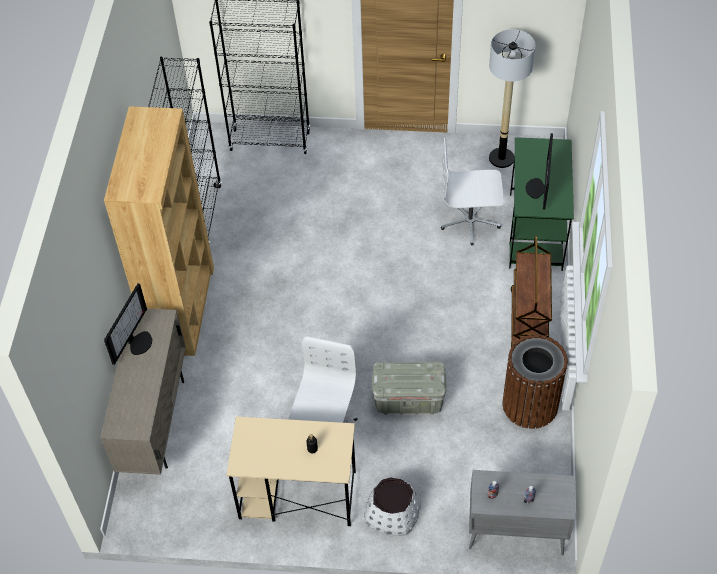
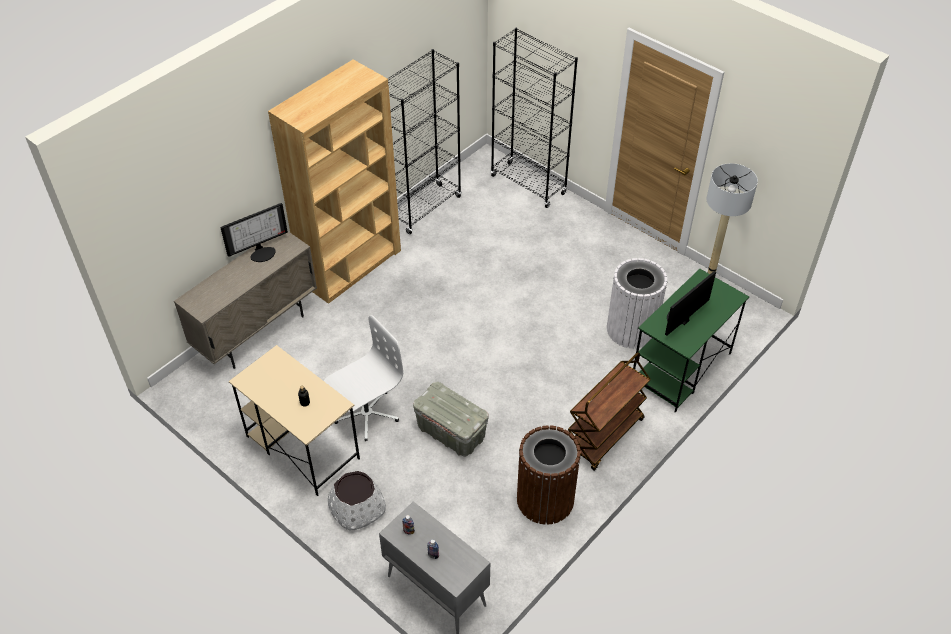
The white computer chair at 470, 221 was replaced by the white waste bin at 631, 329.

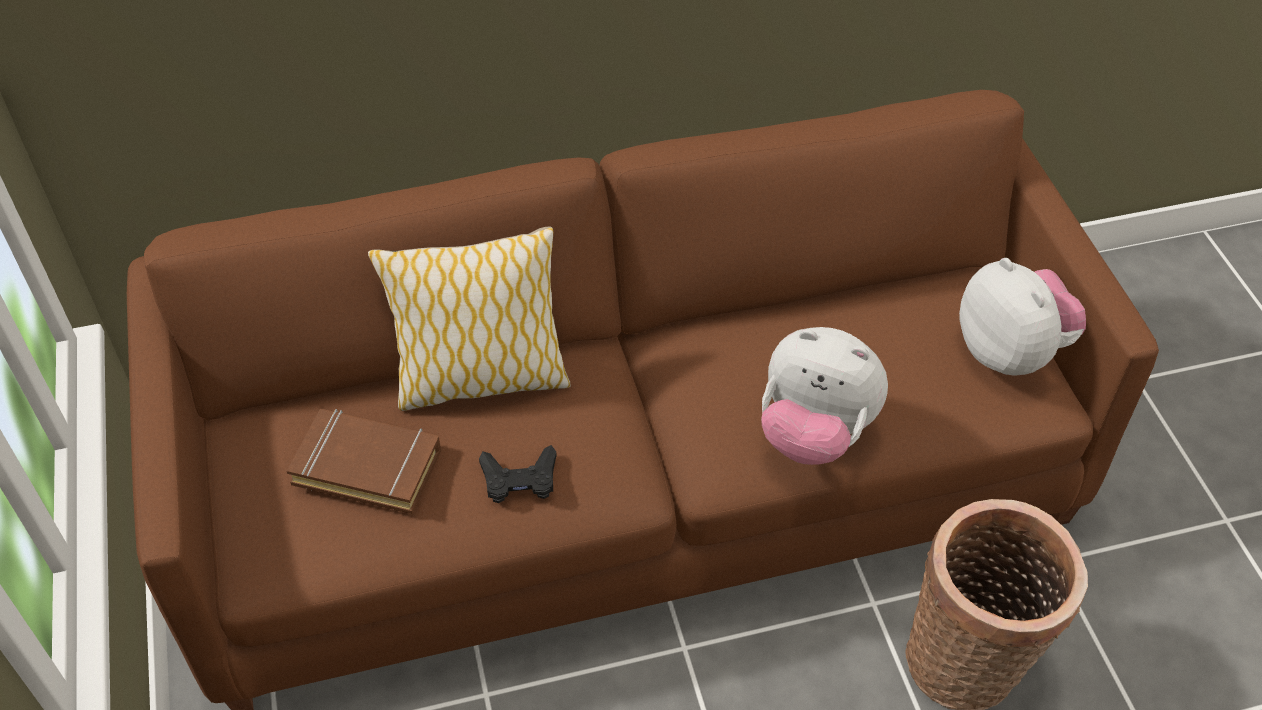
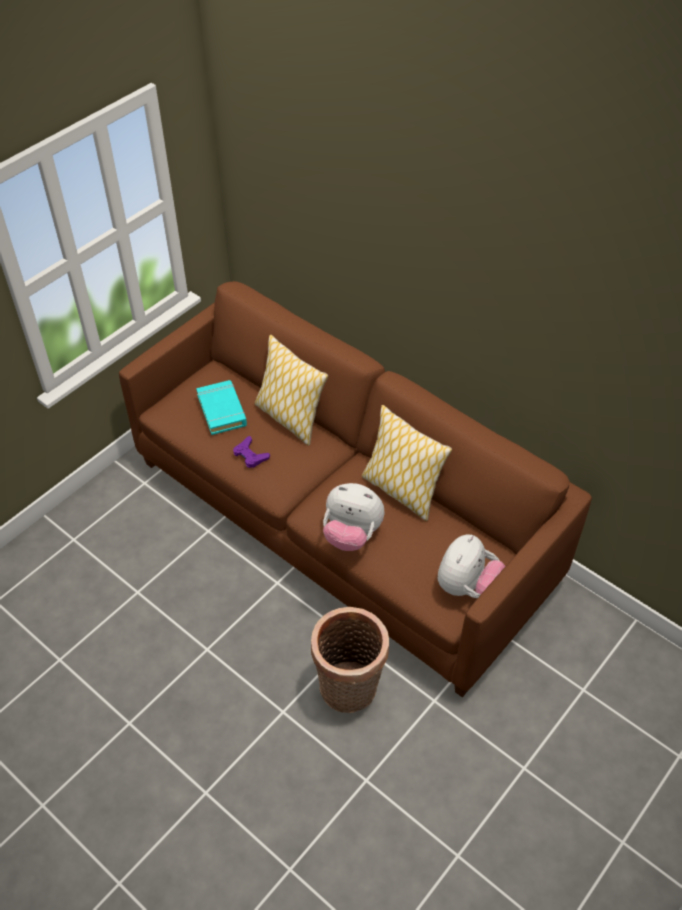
The brown-coloured volume at 368, 466 became the turquoise-coloured volume at 222, 410.
The black-coloured joypad at 519, 479 became the purple-coloured joypad at 250, 455.
The cuddly toy at 814, 433 turned 60 degrees counterclockwise.
The cushion at 401, 490 appeared.

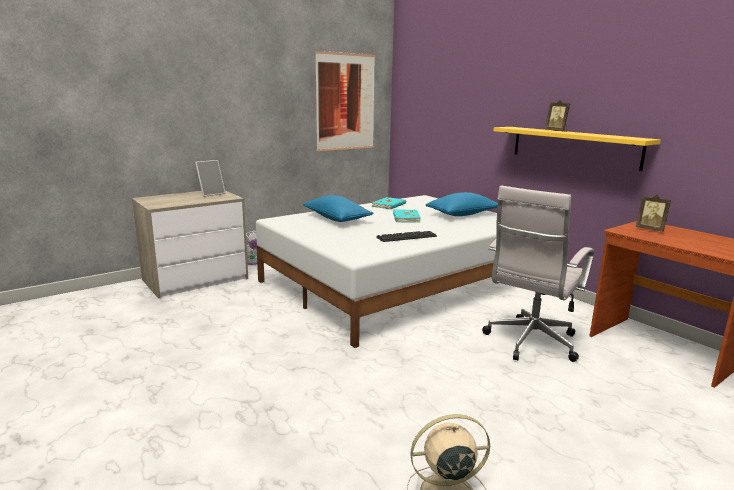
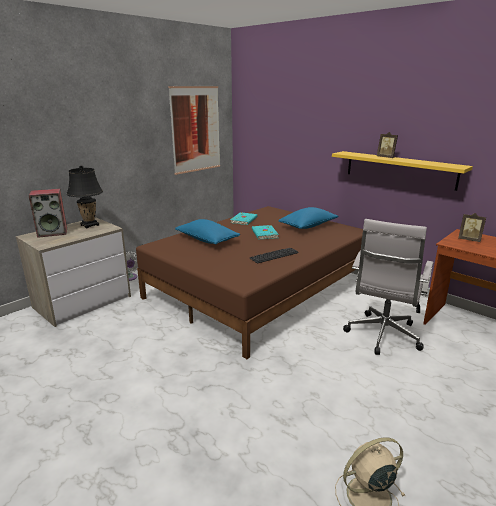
The standing frame at 211, 194 was replaced by the black-coloured lamp for a table at 90, 225.
The white sleeping bed at 396, 283 became the brown-coloured sleeping bed at 259, 288.
The audio speaker at 53, 232 appeared.

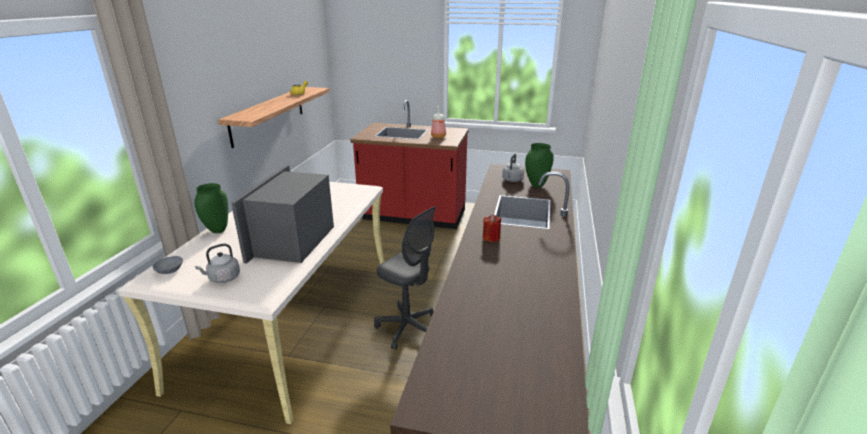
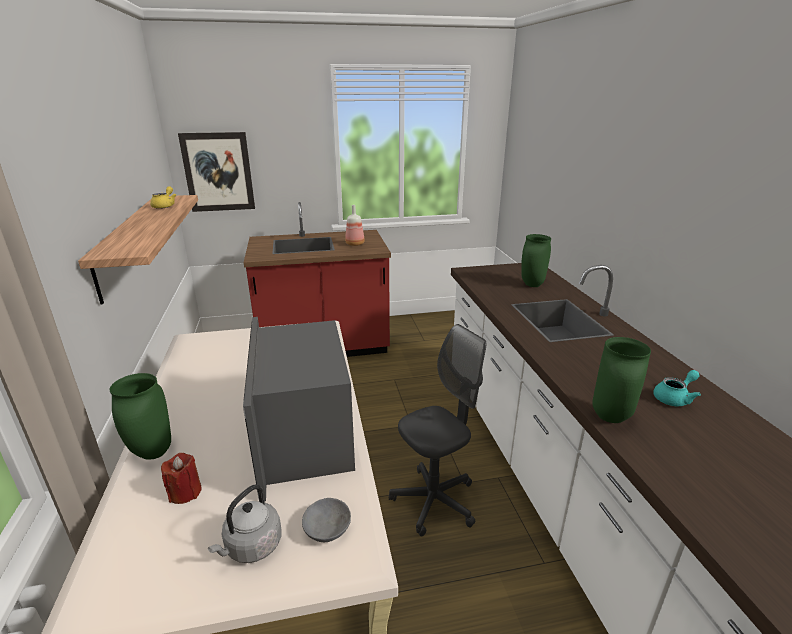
The grey deep dish moved from 169, 269 to 326, 528.
The grey computer chair at 408, 328 turned 45 degrees counterclockwise.
The red candle moved from 491, 238 to 185, 492.
The grey tea kettle at 512, 180 disappeared.
The wall picture at 218, 172 appeared.
The greenish vase at 609, 417 appeared.
The turquoise-coloured tea pot at 674, 398 appeared.

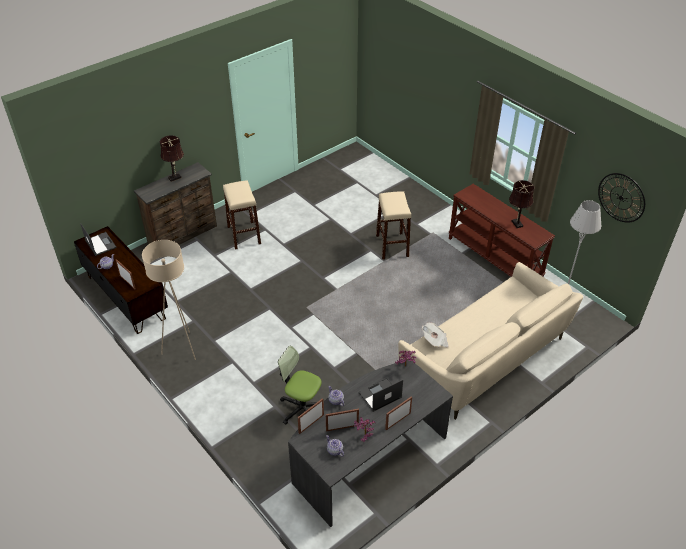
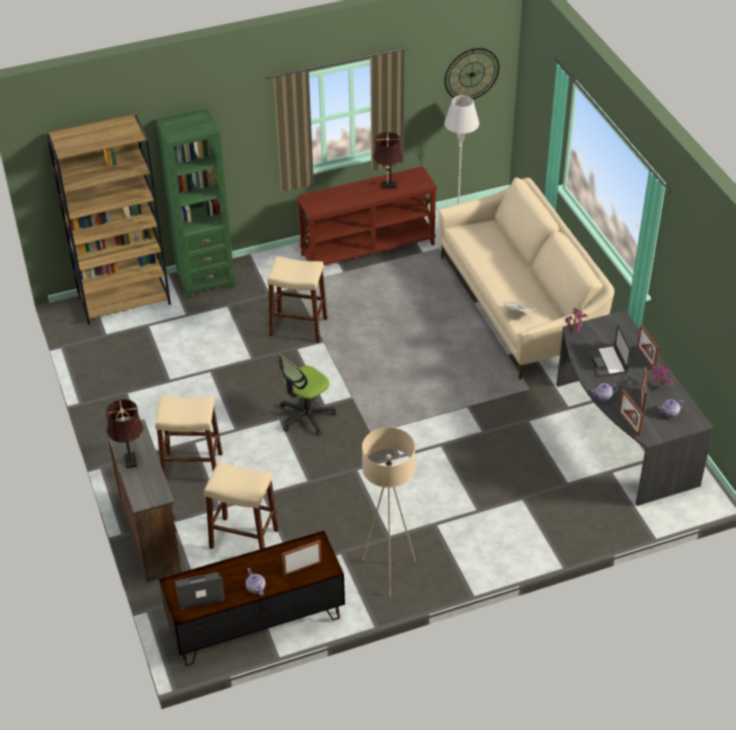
The computer chair moved from 302, 408 to 306, 416.
The brown-coloured shelving unit at 125, 300 appeared.
The greenish shelving unit at 205, 280 appeared.
The sand-coloured sitting stool at 244, 538 appeared.

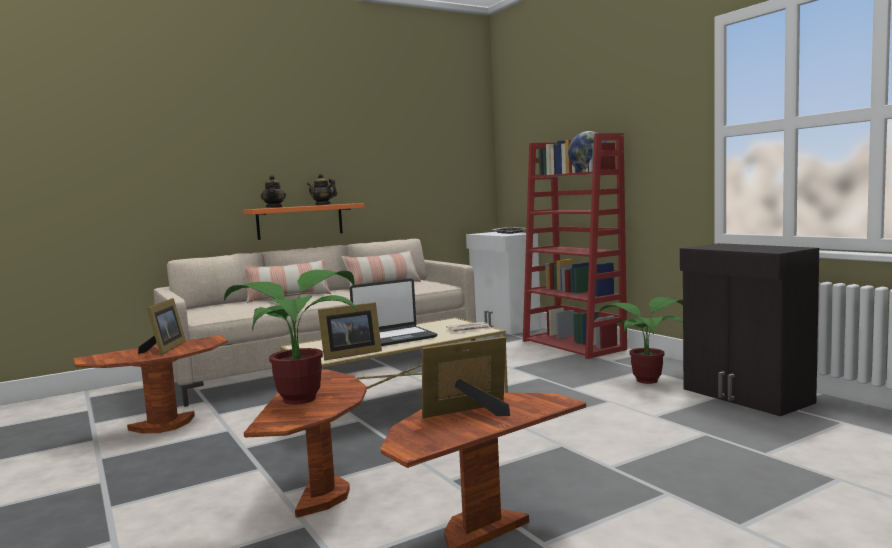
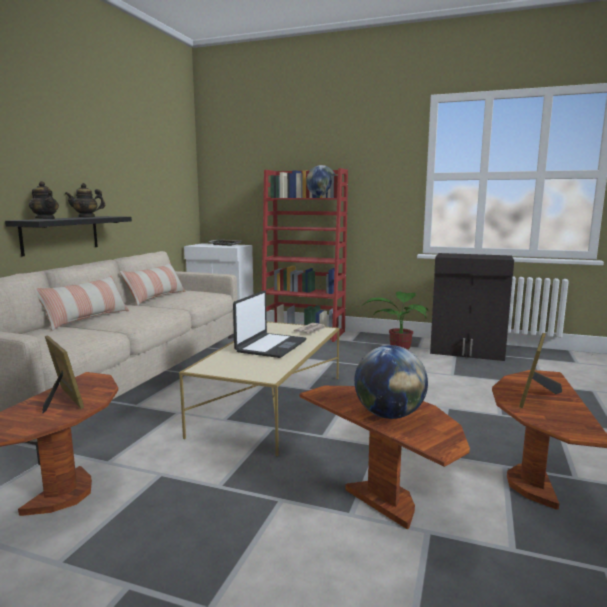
The houseplant at 303, 397 was replaced by the globe at 389, 415.
The orange bracket shelf at 300, 221 became the black-coloured bracket shelf at 60, 234.
The standing frame at 349, 354 disappeared.

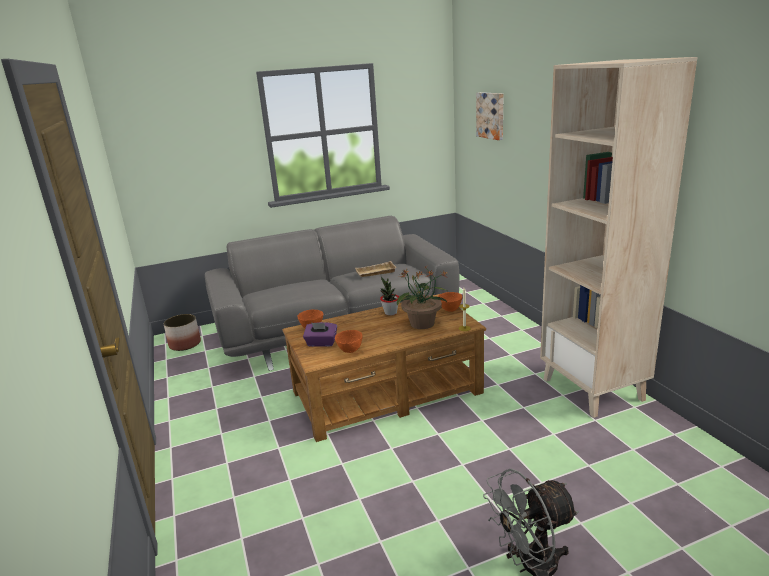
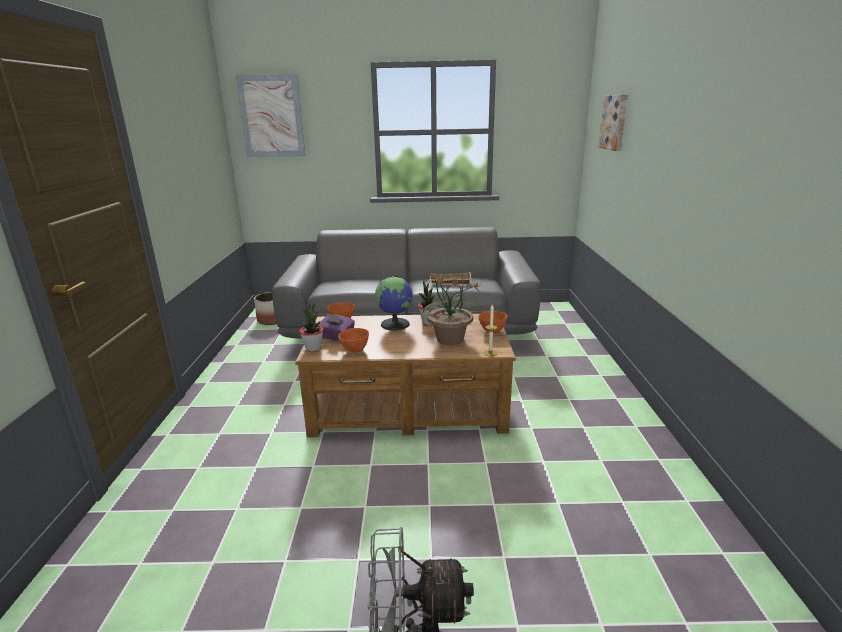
The sand-coloured shelving unit at 593, 389 disappeared.
The wall picture at 271, 116 appeared.
The houseplant at 313, 348 appeared.
The globe at 395, 324 appeared.

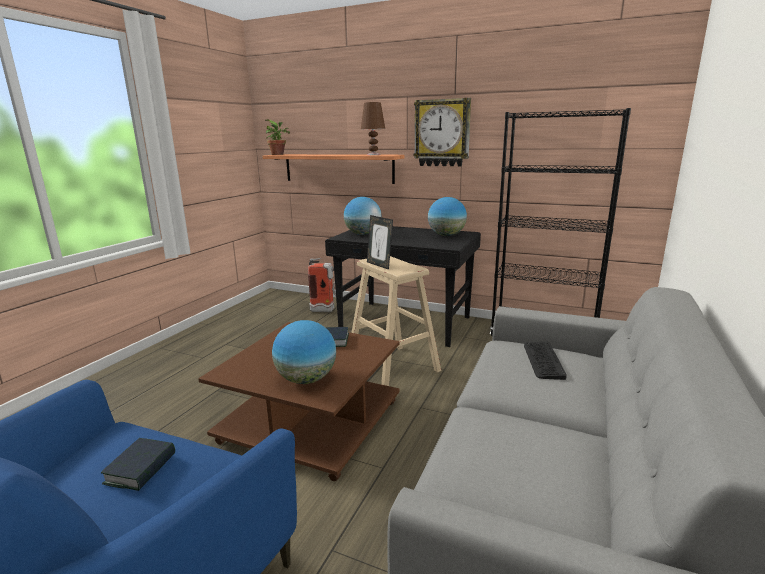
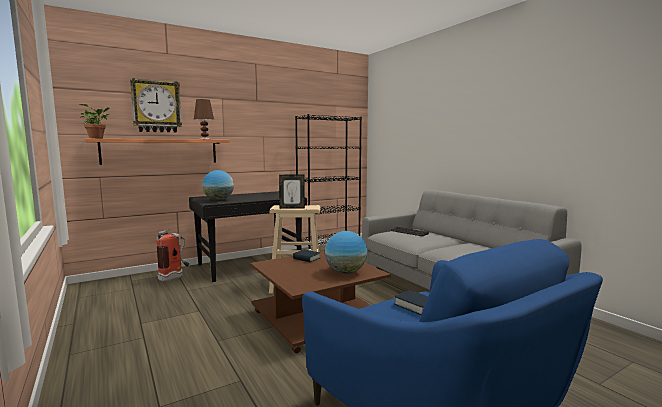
The hanging clock moved from 442, 133 to 156, 106.
The globe at 446, 235 disappeared.

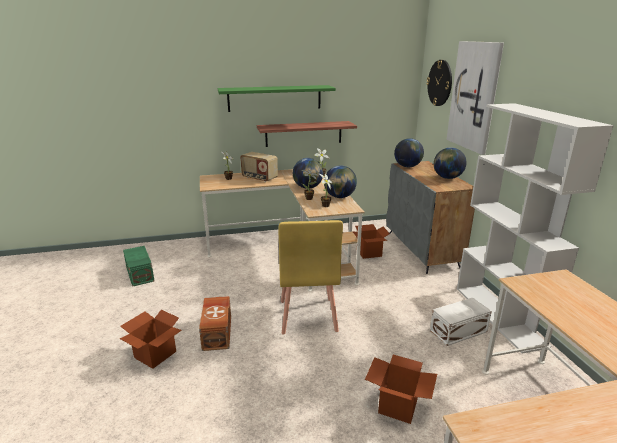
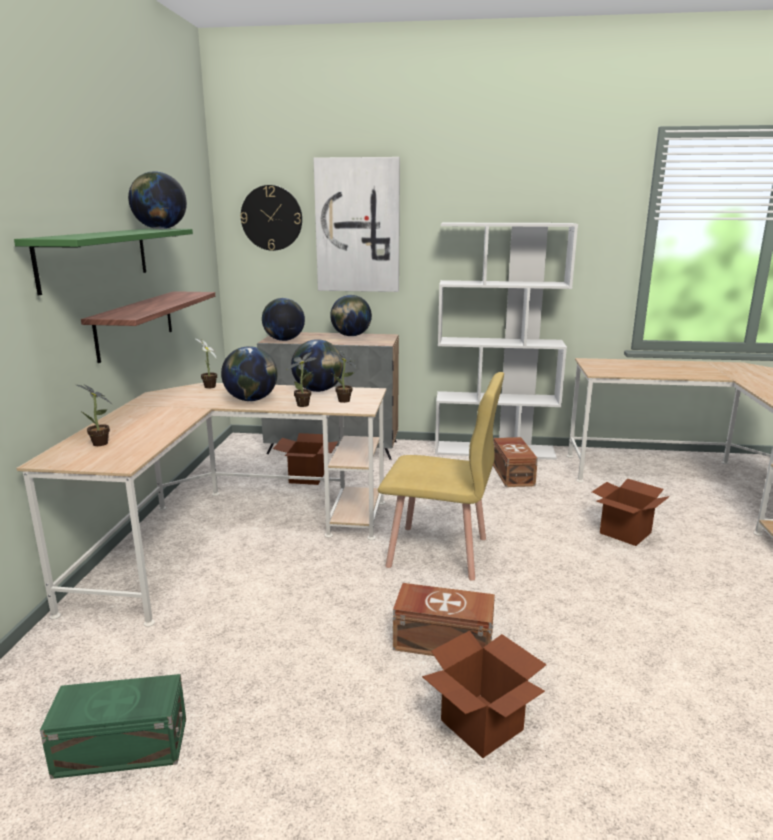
The radio set at 259, 178 disappeared.
The white storage bin at 459, 331 became the brown-coloured storage bin at 513, 474.
The globe at 160, 229 appeared.

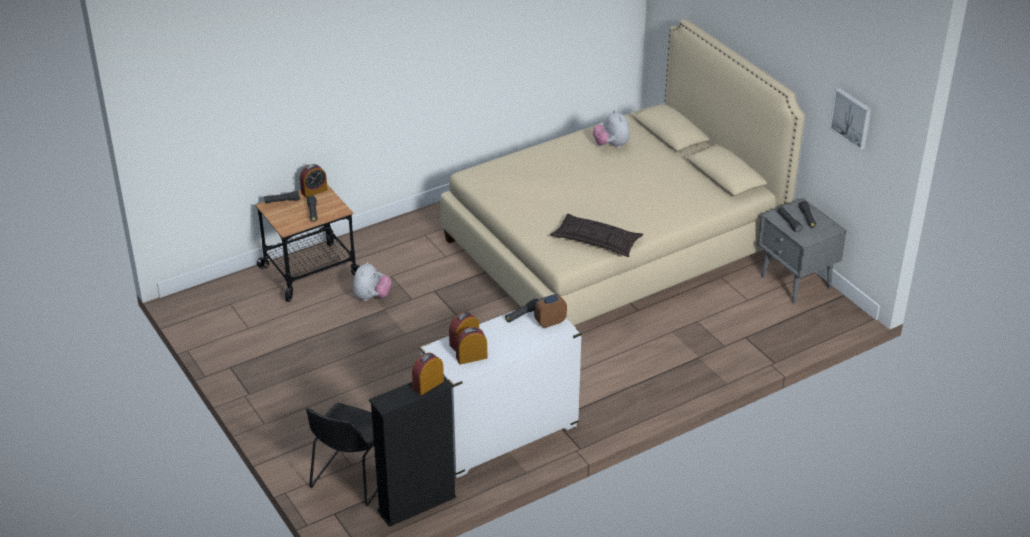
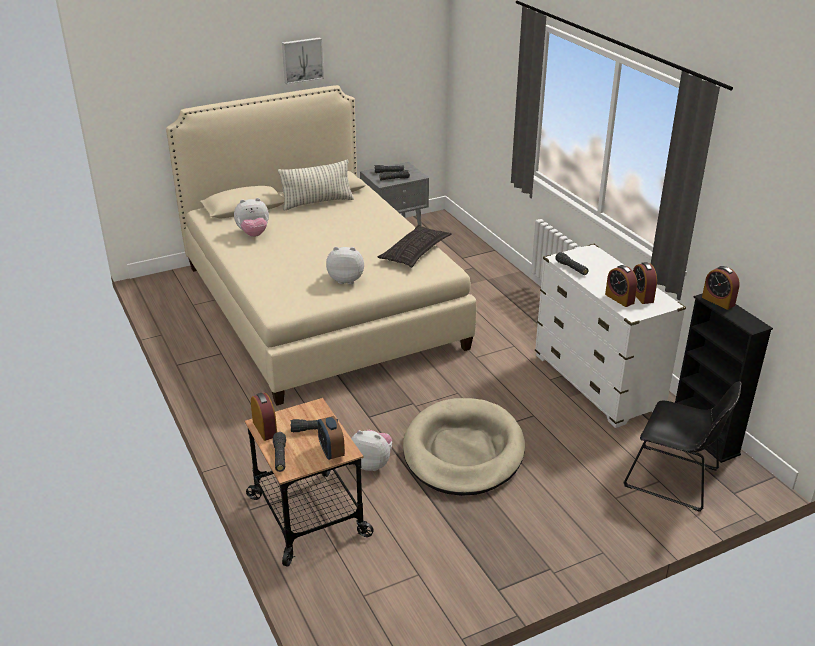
The table clock moved from 550, 322 to 331, 452.
The wall picture moved from 852, 118 to 302, 60.
The cushion at 317, 202 appeared.
The cuddly toy at 346, 279 appeared.
The sand-coloured dog bed at 463, 451 appeared.

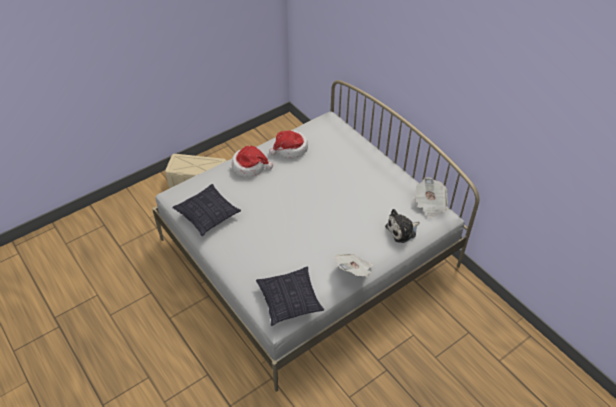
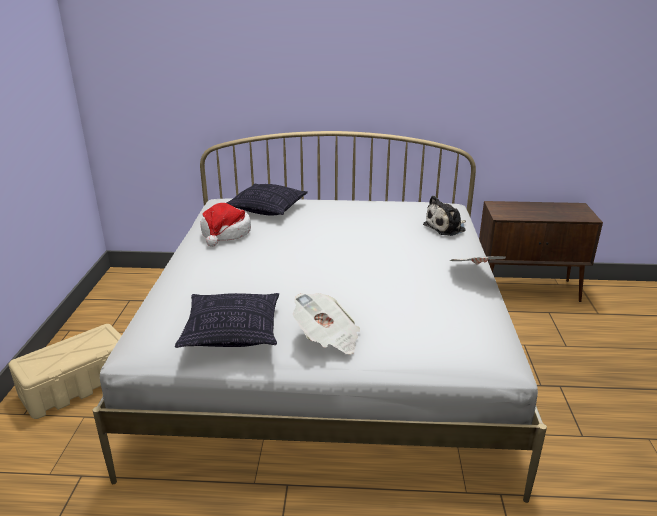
The hat at 250, 166 disappeared.
The cushion moved from 289, 301 to 268, 209.
The cuddly toy at 402, 230 turned 45 degrees clockwise.
The daily paper moved from 430, 204 to 327, 338.
The brown-coloured cupboard at 527, 290 appeared.

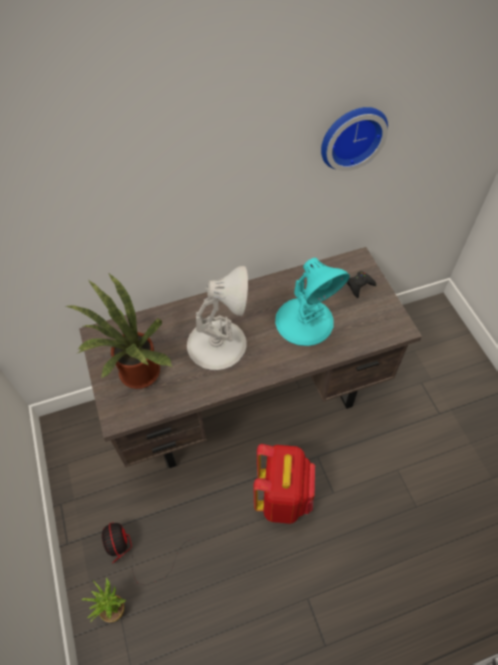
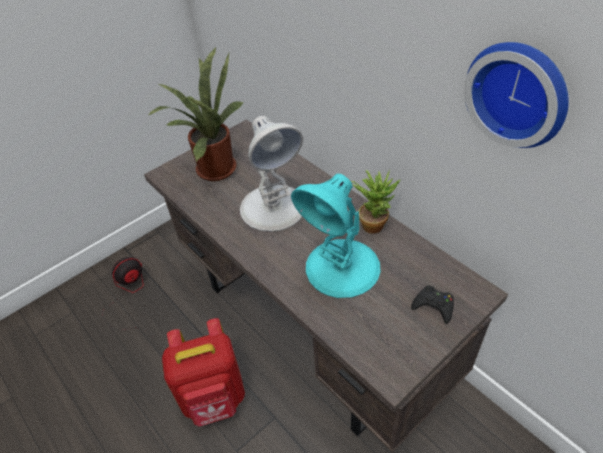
The houseplant moved from 113, 606 to 375, 223.

